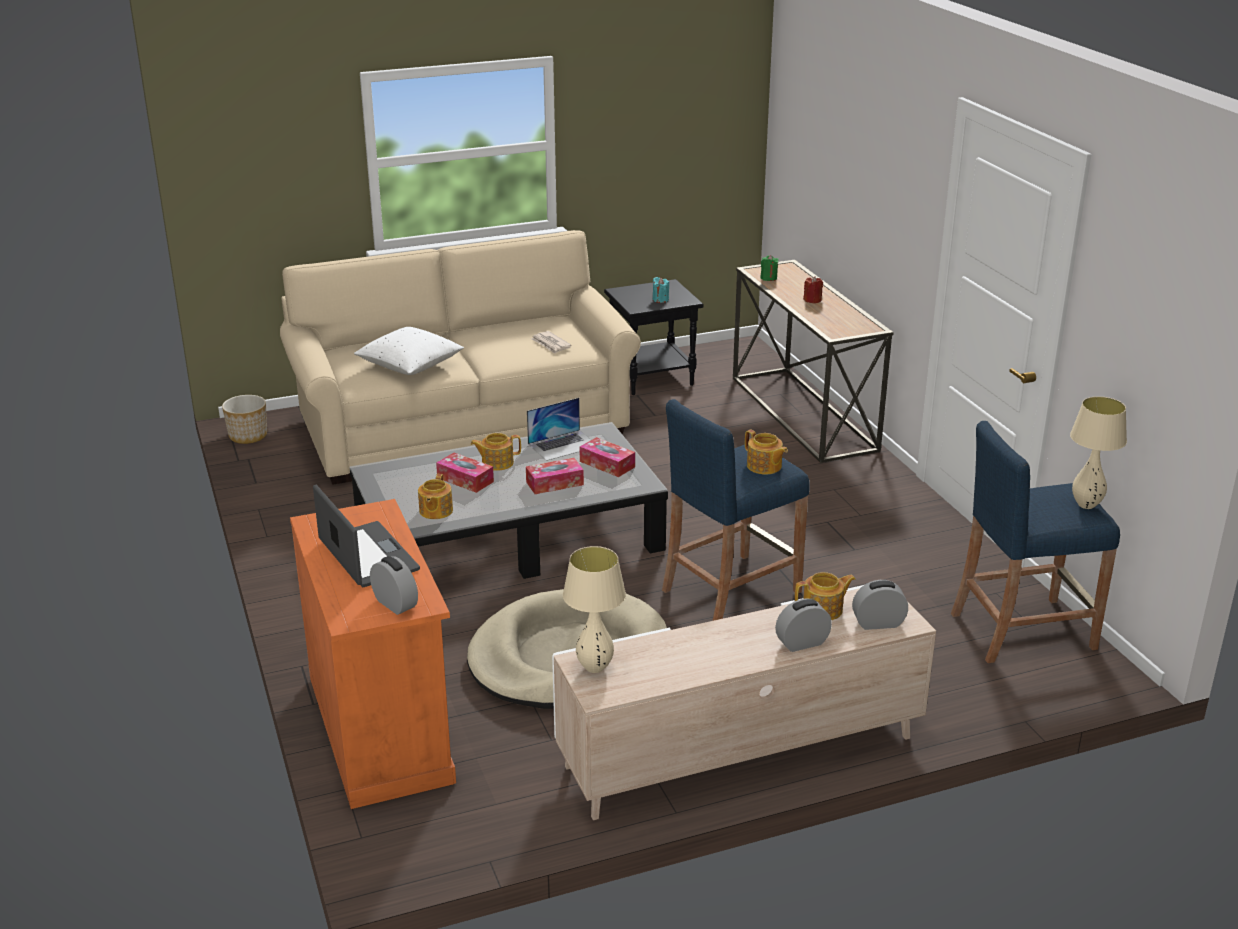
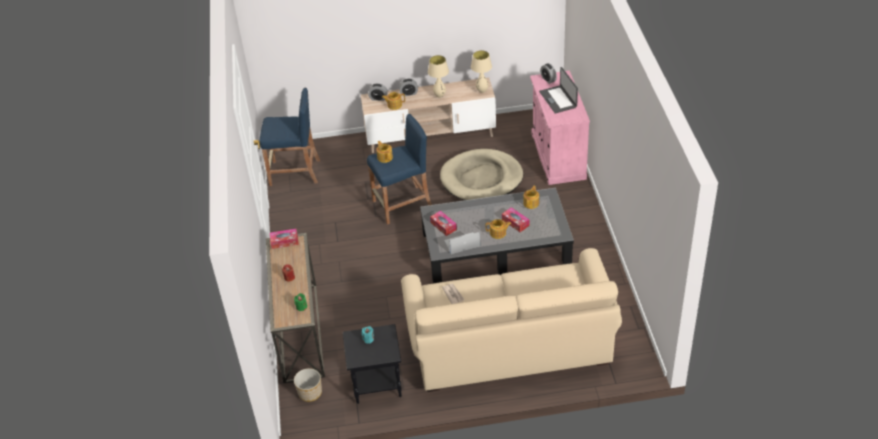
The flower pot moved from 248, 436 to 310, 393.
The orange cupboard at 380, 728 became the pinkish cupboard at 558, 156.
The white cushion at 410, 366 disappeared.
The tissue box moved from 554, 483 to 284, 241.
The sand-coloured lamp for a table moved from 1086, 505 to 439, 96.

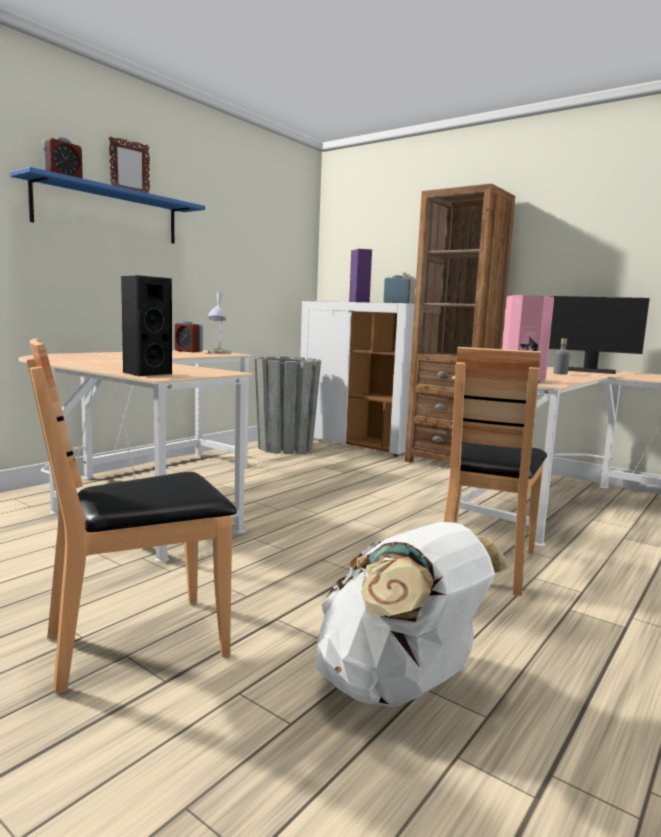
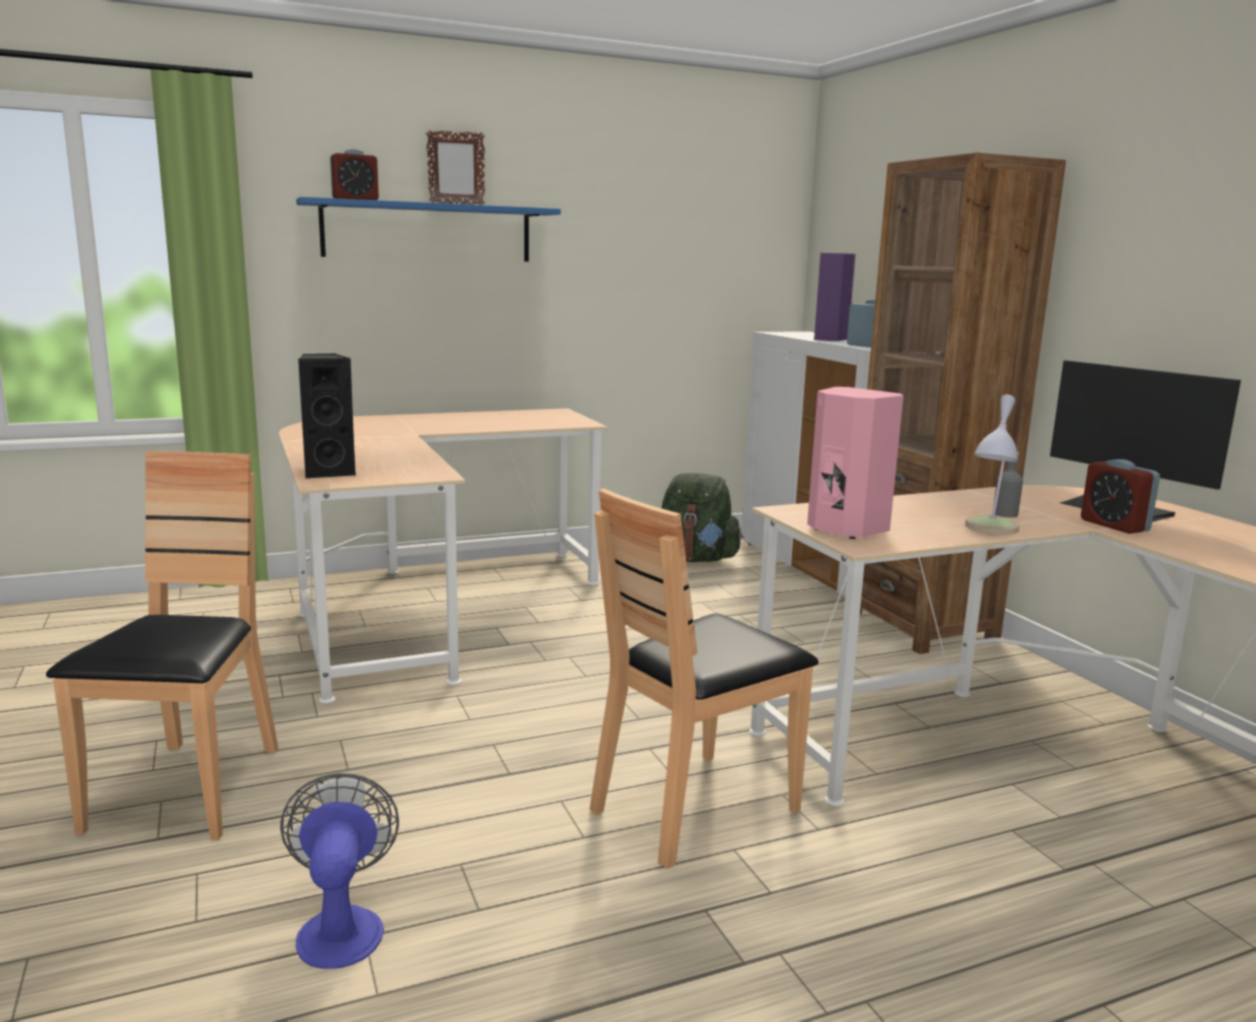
The brown-coloured upright chair at 139, 642 turned 90 degrees clockwise.
The table clock moved from 188, 351 to 1114, 525.
The lamp for a table moved from 218, 353 to 989, 530.
The grey flower pot at 285, 447 was replaced by the greenish knapsack at 695, 559.
The white knapsack at 398, 687 was replaced by the fan at 341, 926.

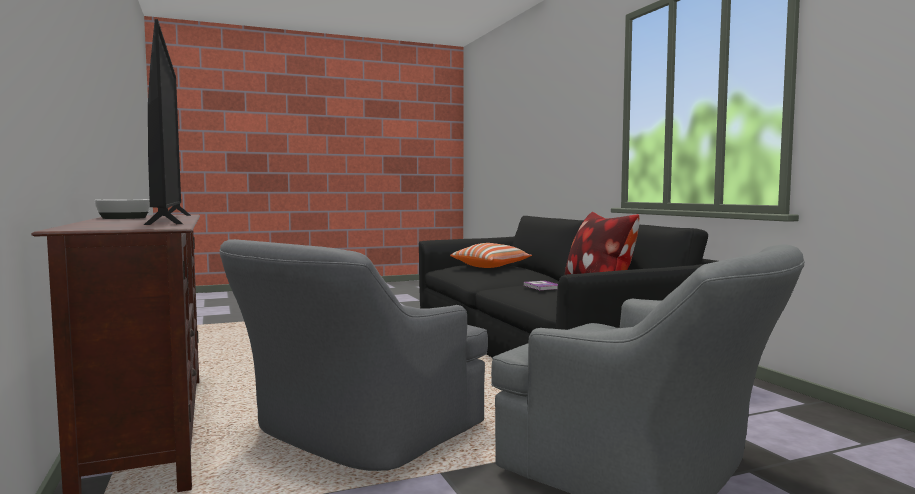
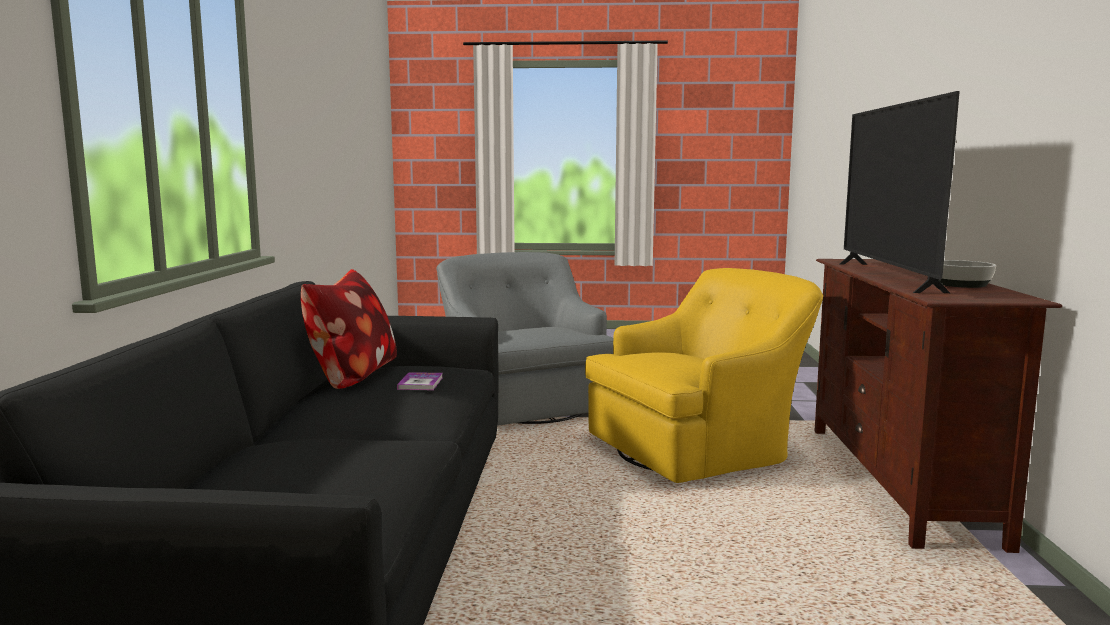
The grey armchair at 355, 436 became the yellowish armchair at 699, 448.
The cushion at 491, 266 disappeared.

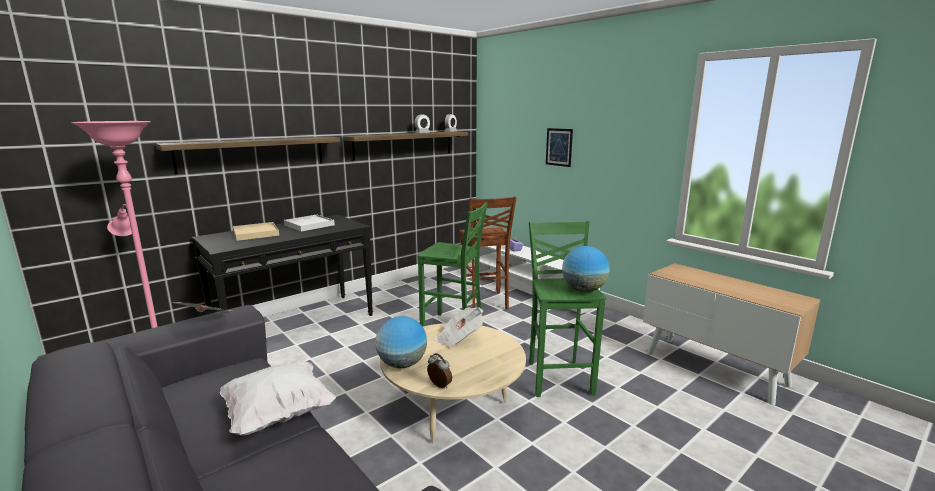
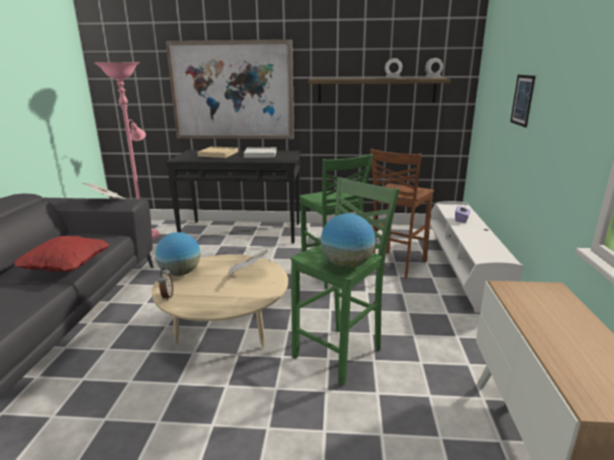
The bracket shelf at 253, 153 was replaced by the wall picture at 232, 91.
The white cushion at 278, 414 became the red cushion at 67, 268.

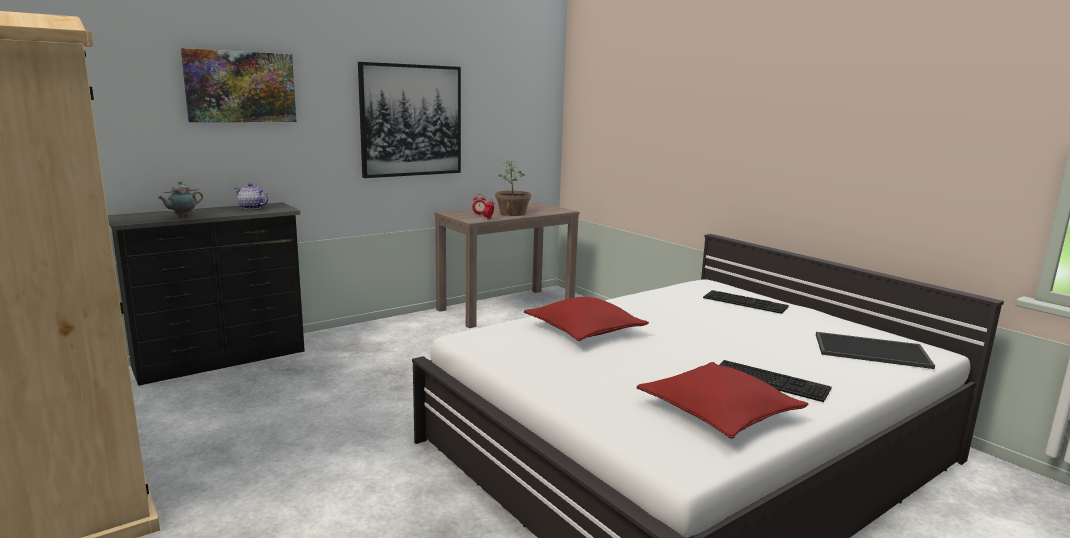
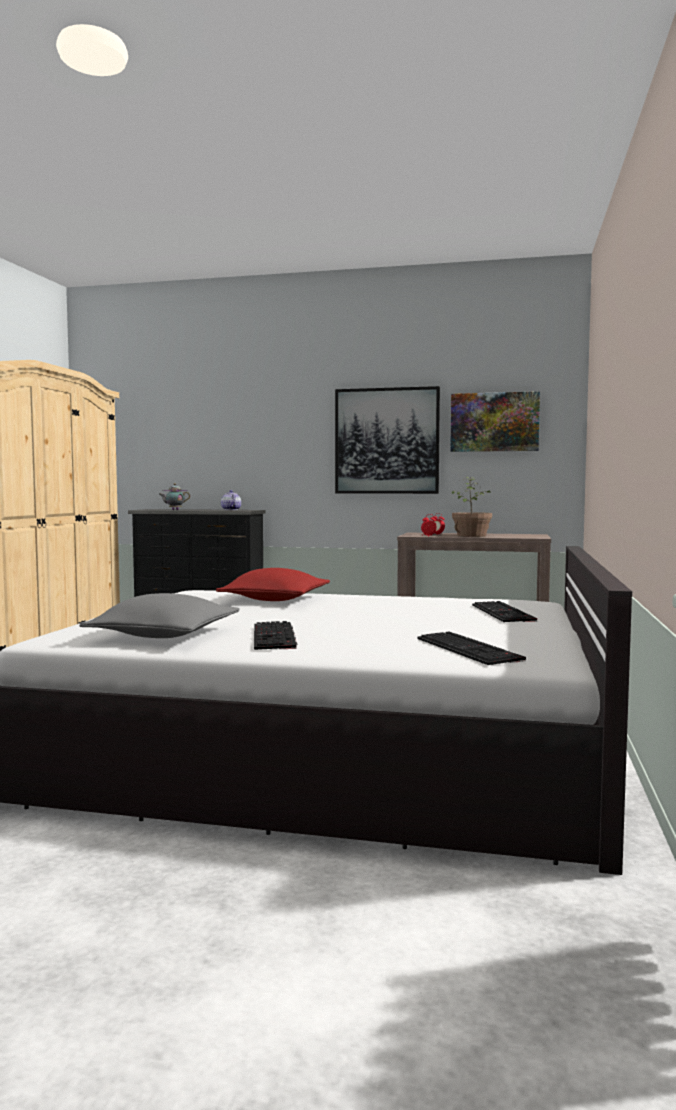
The wall picture moved from 240, 87 to 494, 422.
The red cushion at 718, 413 became the grey cushion at 164, 635.
The tray at 872, 350 was replaced by the PC keyboard at 470, 649.

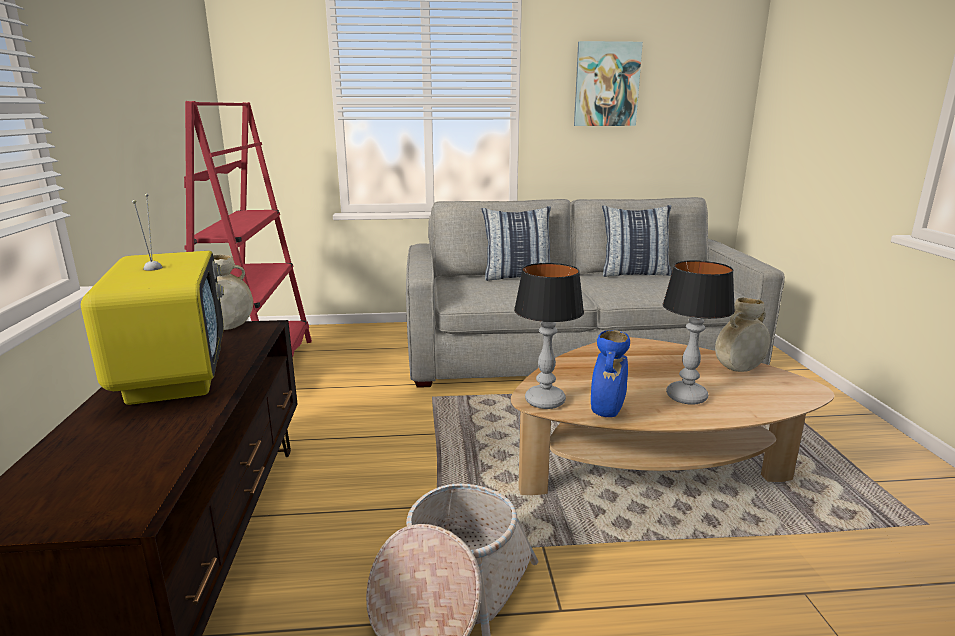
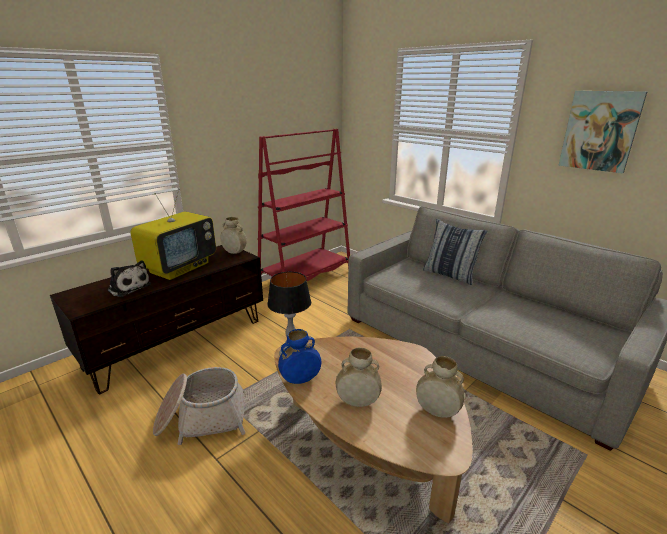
The cushion at 634, 273 disappeared.
The lamp for a table at 687, 397 was replaced by the sand-coloured vase at 357, 402.
The cuddly toy at 128, 287 appeared.

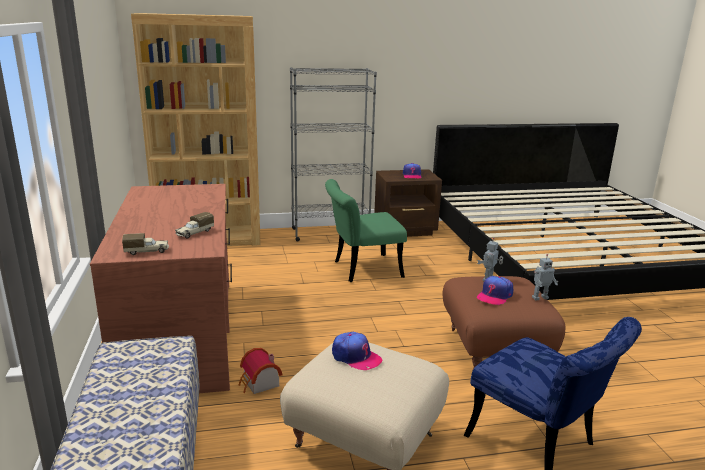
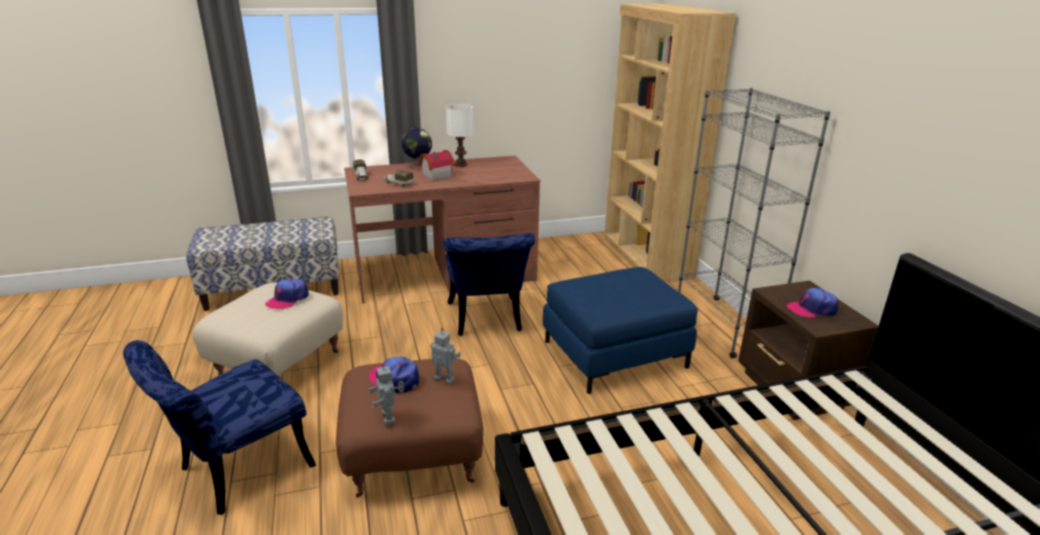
The miniature house moved from 259, 384 to 435, 175.
The greenish upright chair at 361, 269 was replaced by the bluish pouffe at 614, 354.
The globe at 418, 166 appeared.
The bluish upright chair at 486, 321 appeared.
The white lamp for a table at 461, 165 appeared.

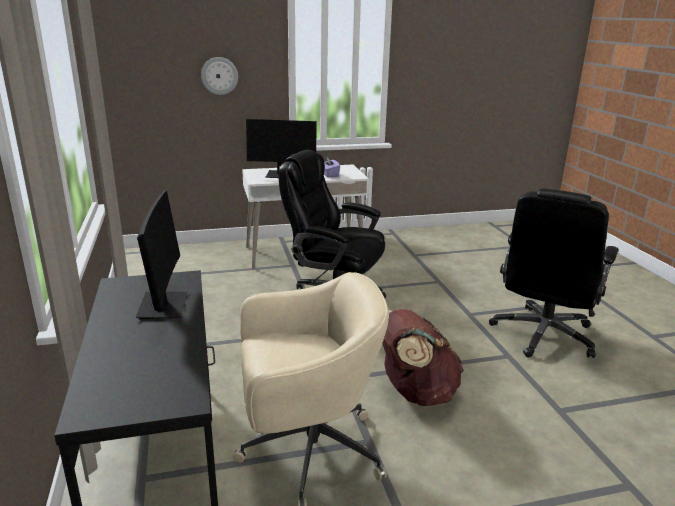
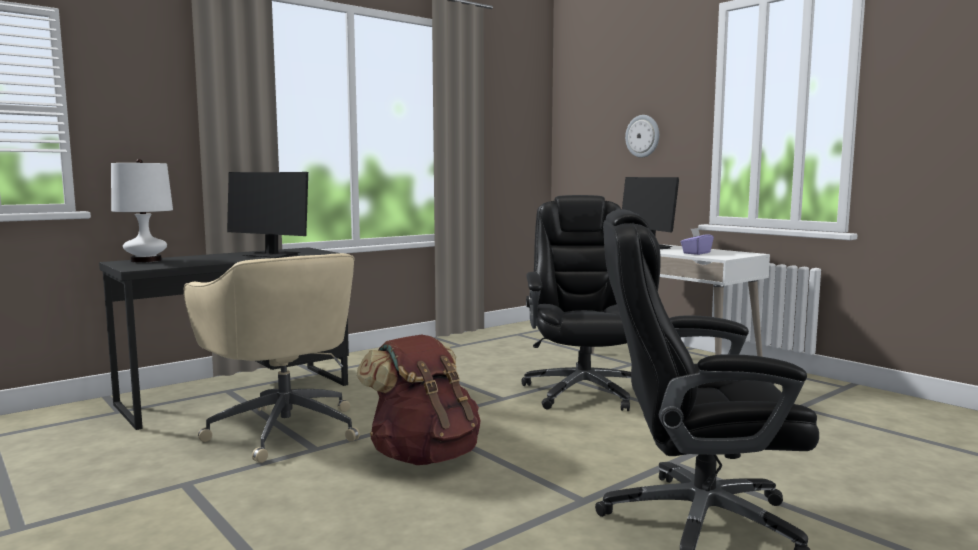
The computer screen at 163, 306 turned 60 degrees clockwise.
The white lamp for a table at 146, 260 appeared.

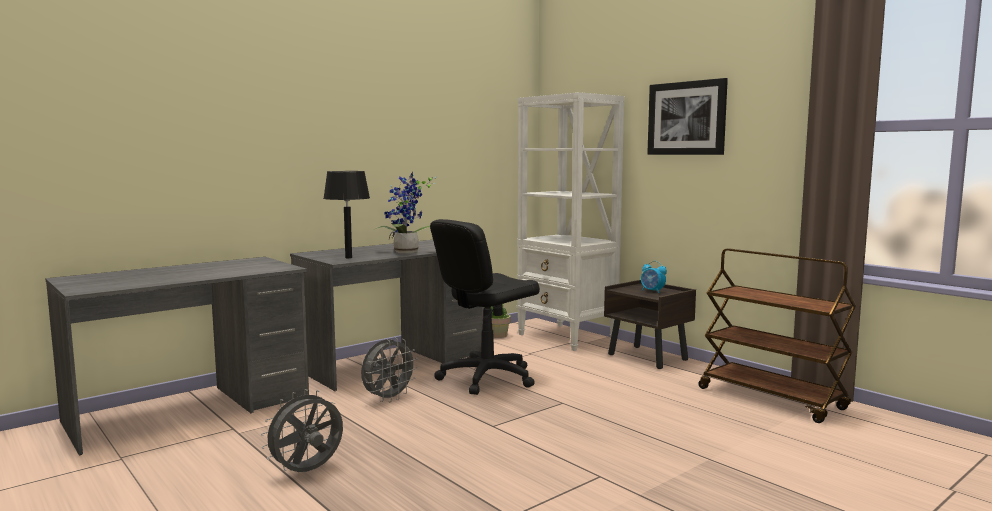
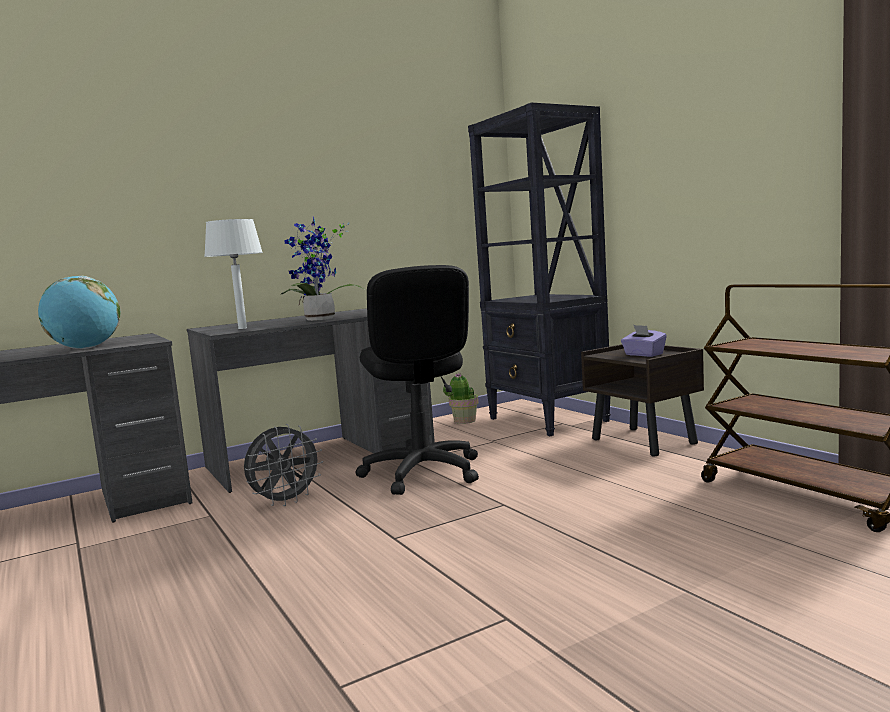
The grey fan at 307, 472 disappeared.
The black-coloured lamp for a table at 349, 257 became the white lamp for a table at 243, 328.
The black-coloured computer chair at 486, 378 turned 75 degrees counterclockwise.
The white shelving unit at 567, 337 became the black-coloured shelving unit at 548, 420.
The table clock at 652, 291 was replaced by the purple-coloured tissue box at 643, 354.
The wall picture at 686, 118 disappeared.
The globe at 85, 348 appeared.

